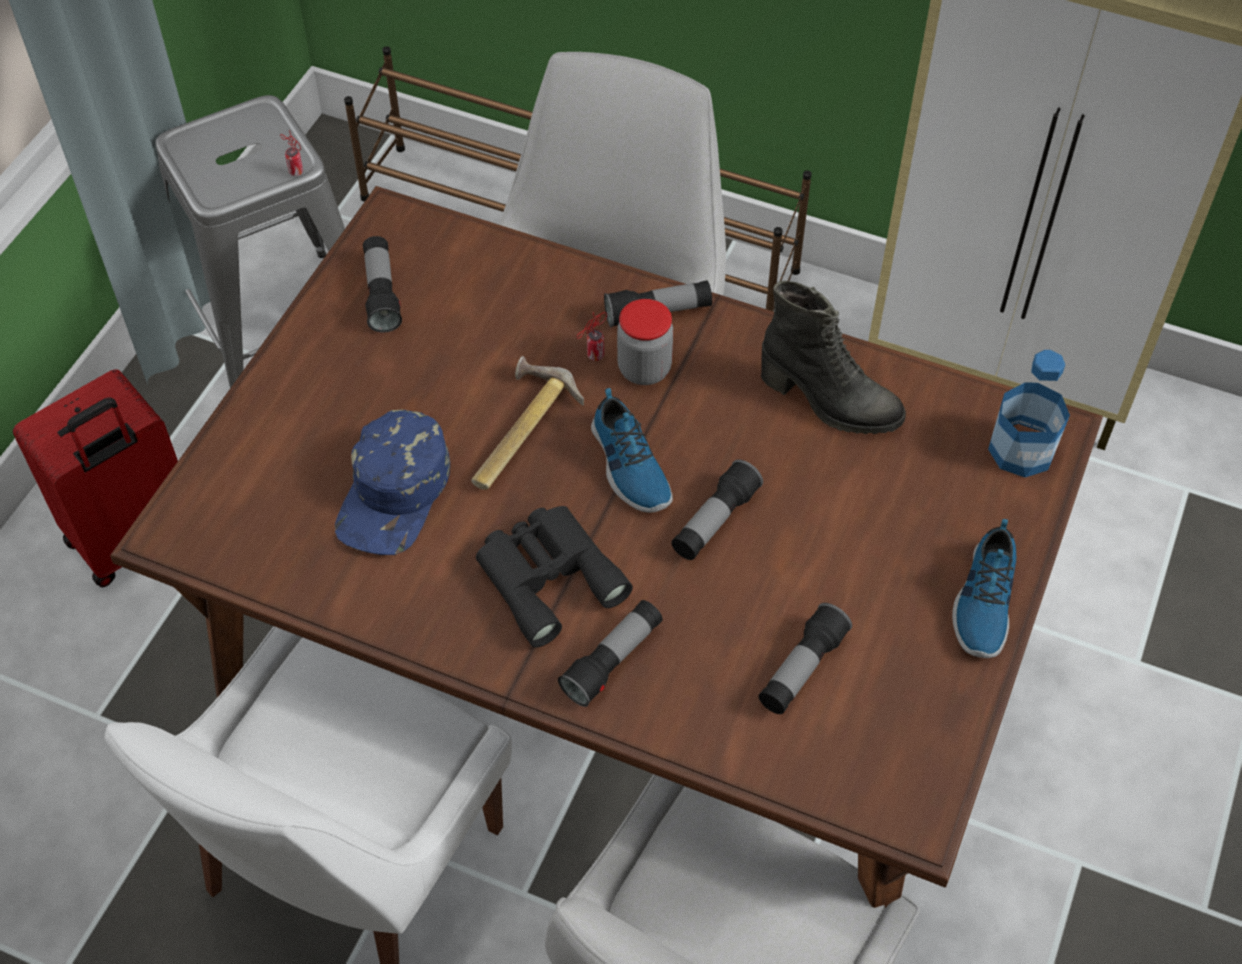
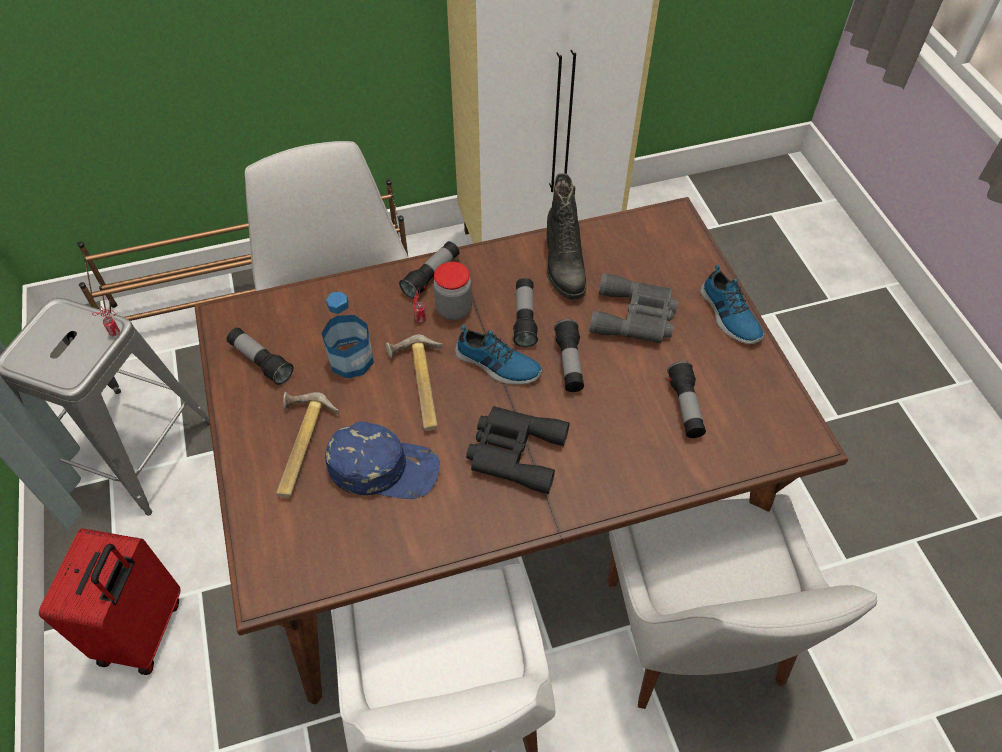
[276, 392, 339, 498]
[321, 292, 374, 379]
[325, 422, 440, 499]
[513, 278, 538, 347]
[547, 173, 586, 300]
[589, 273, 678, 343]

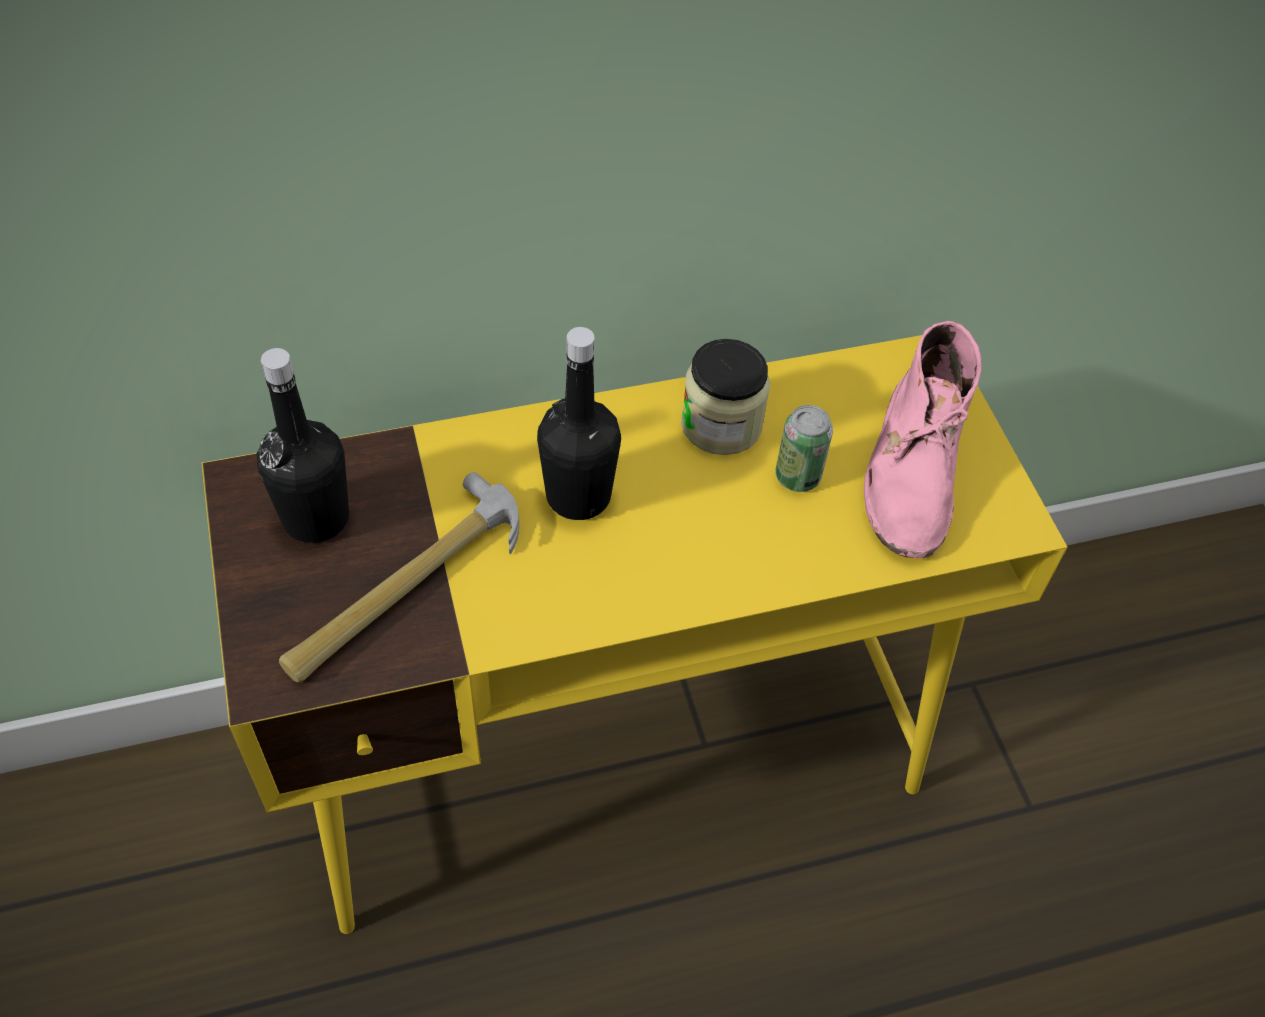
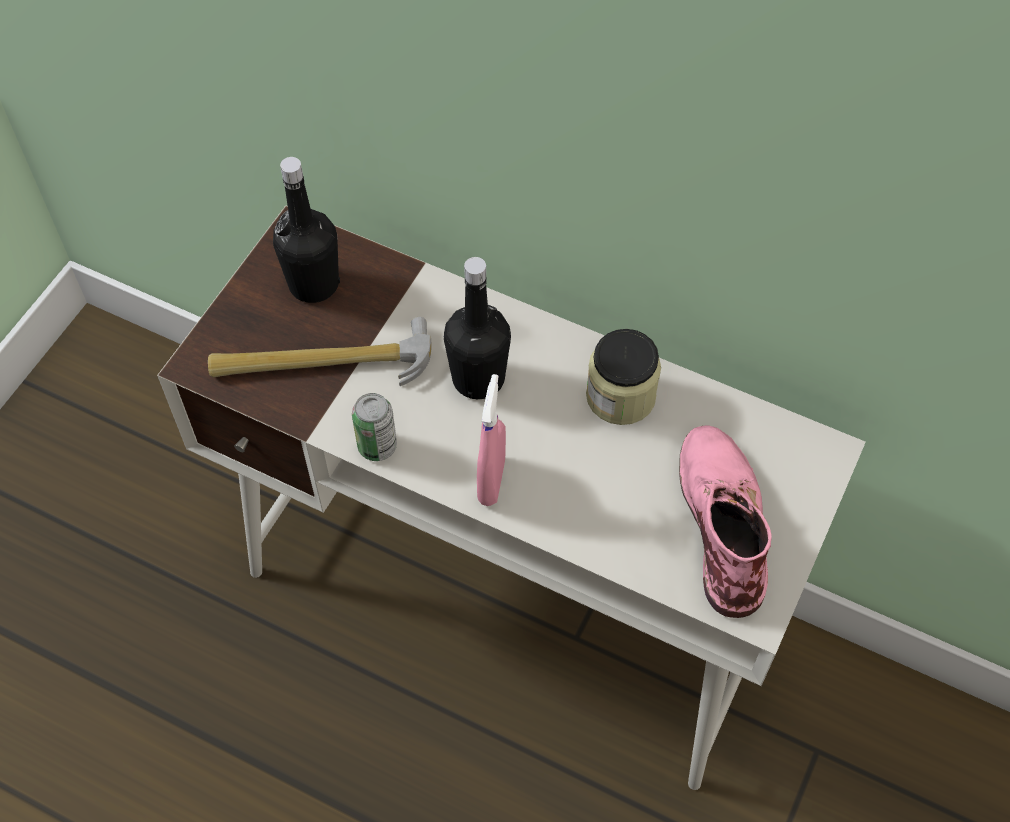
[157, 206, 866, 790]
[352, 393, 397, 461]
[477, 374, 506, 506]
[679, 425, 772, 618]

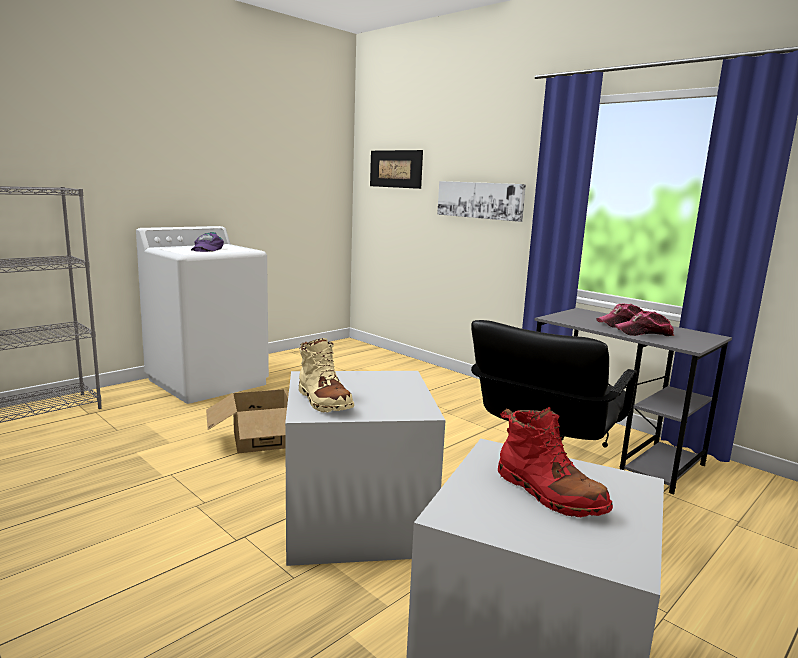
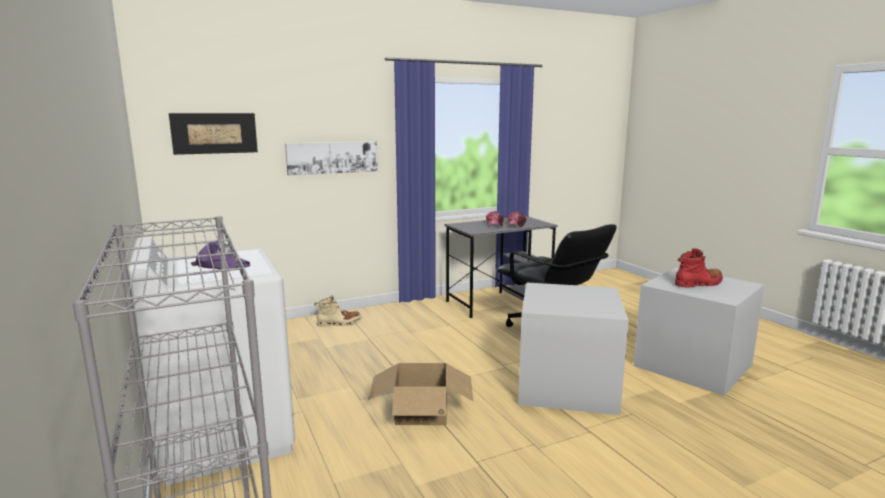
[314, 295, 362, 327]

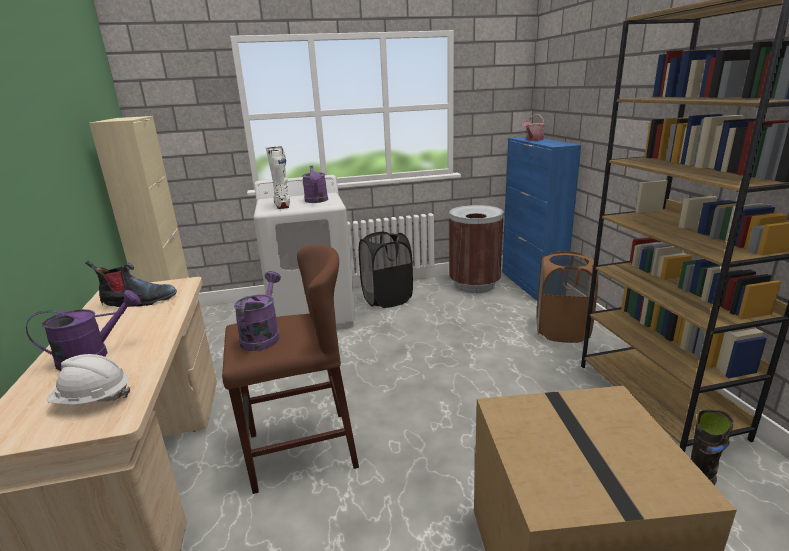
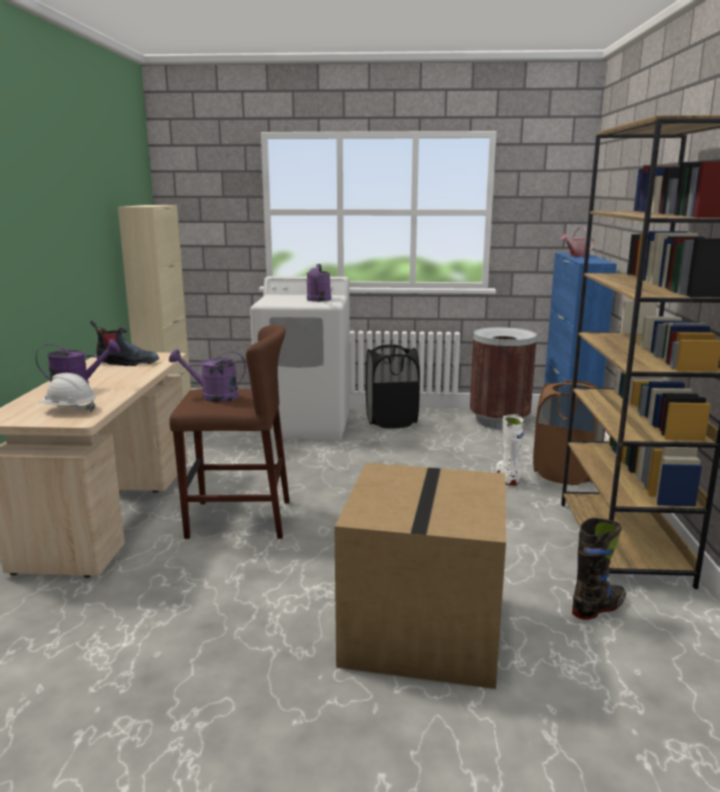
[169, 349, 246, 402]
[496, 414, 524, 486]

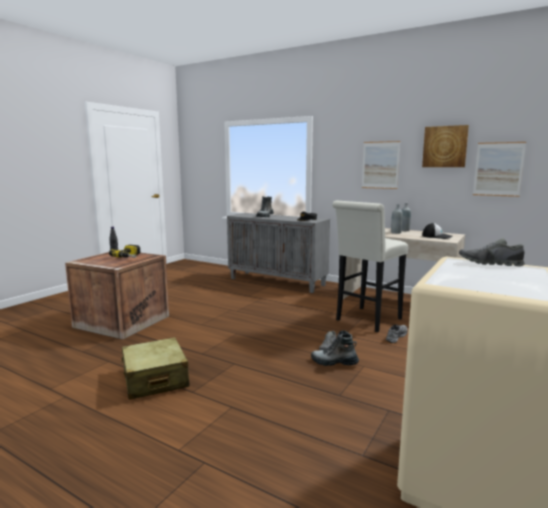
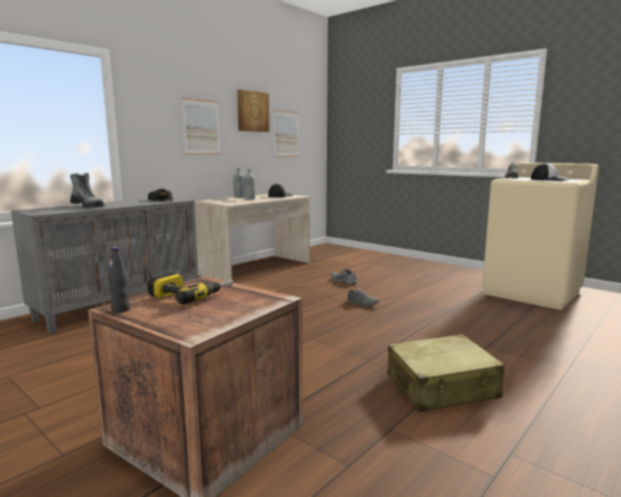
[531, 163, 571, 181]
[311, 330, 359, 366] (first image)
[332, 201, 408, 332] (first image)

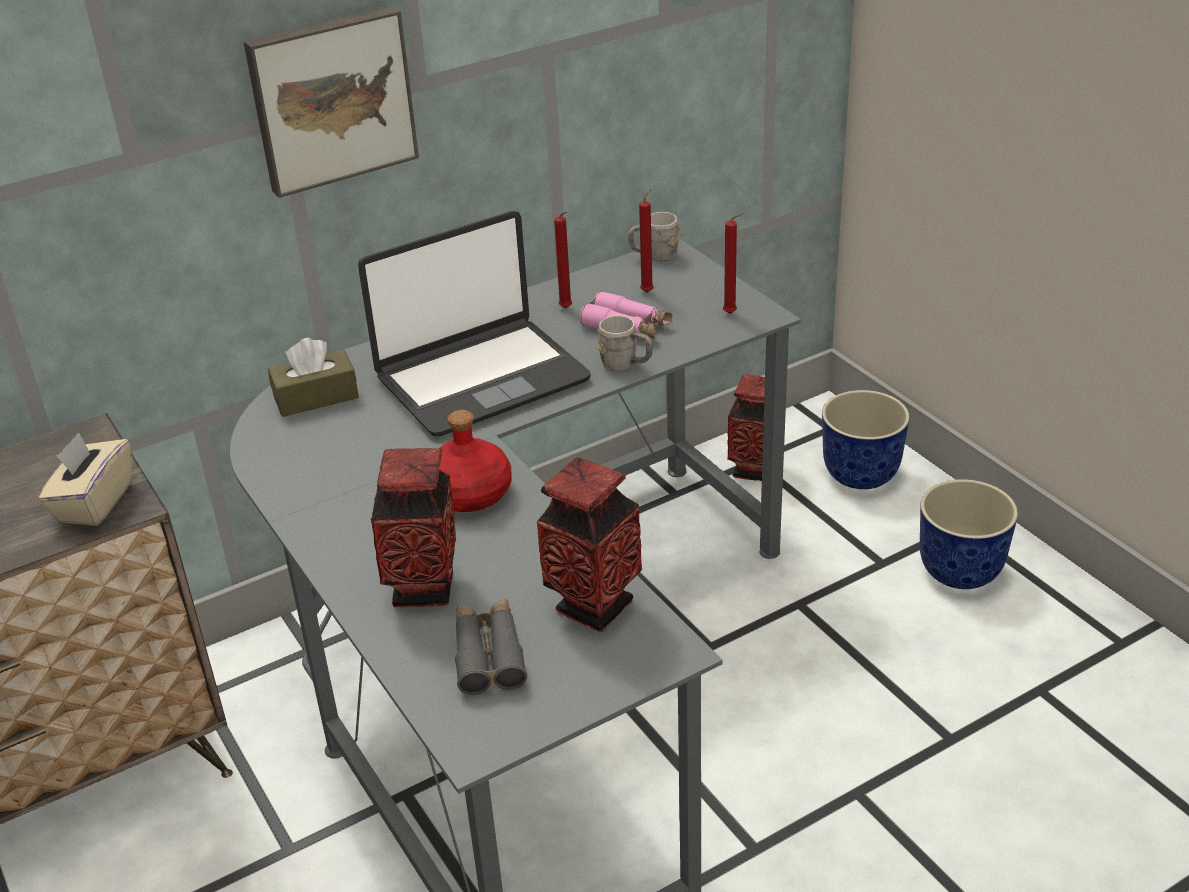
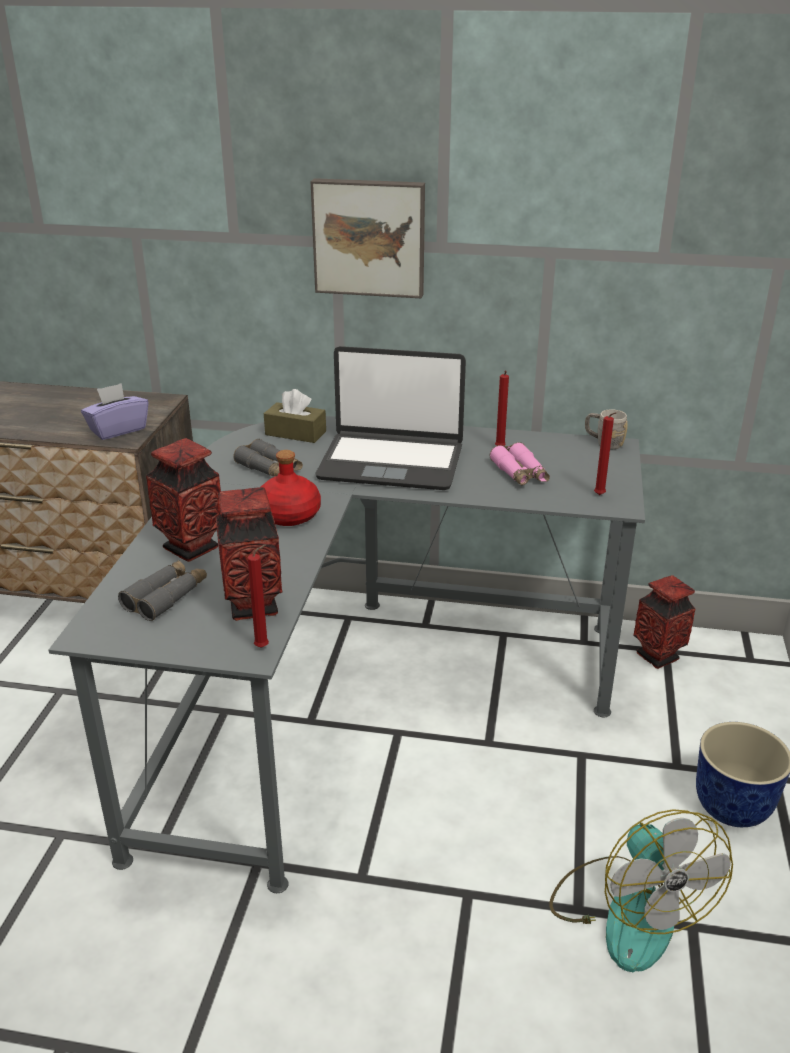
[81, 383, 149, 440]
[234, 439, 303, 477]
[247, 544, 269, 648]
[549, 809, 733, 972]
[597, 316, 653, 371] (first image)
[822, 390, 910, 489] (first image)

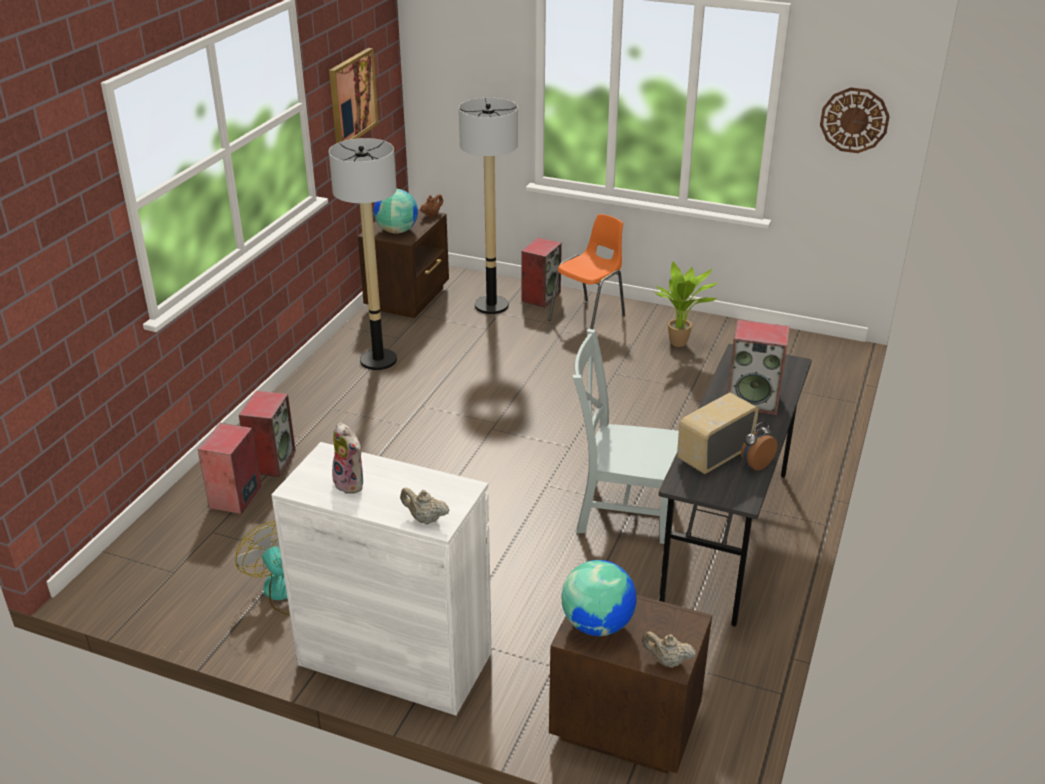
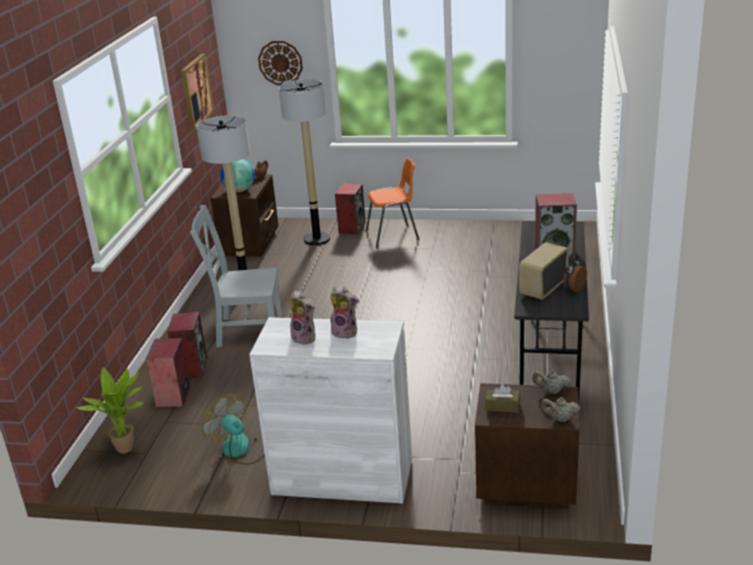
[76, 367, 145, 454]
[190, 205, 282, 348]
[258, 41, 303, 85]
[330, 285, 359, 339]
[365, 158, 419, 248]
[485, 384, 520, 413]
[532, 370, 571, 394]

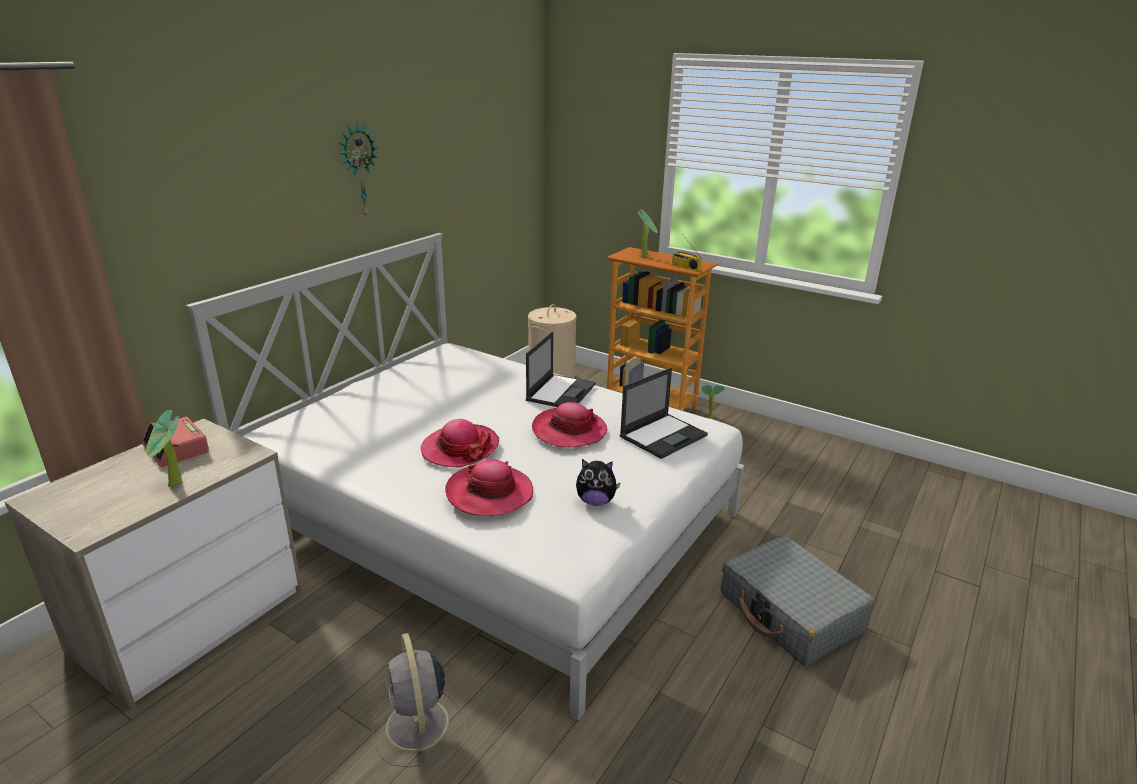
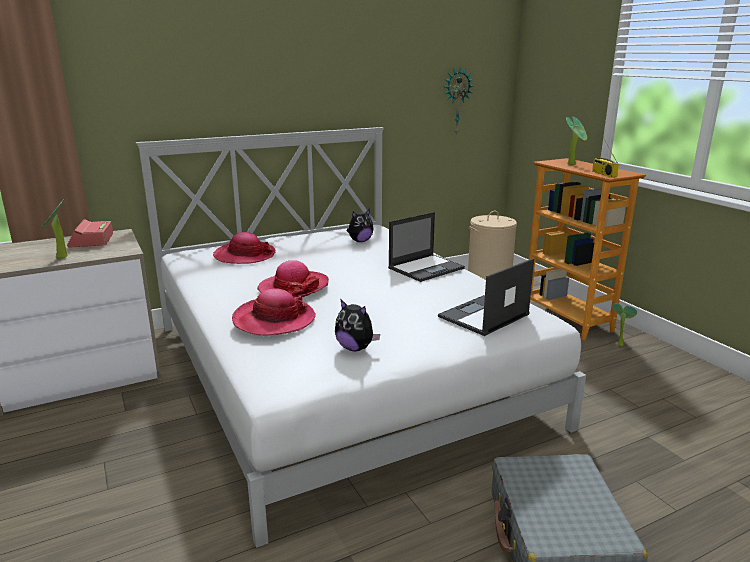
[213, 232, 275, 264]
[347, 209, 374, 242]
[438, 258, 534, 336]
[444, 68, 473, 135]
[372, 633, 466, 767] (first image)

